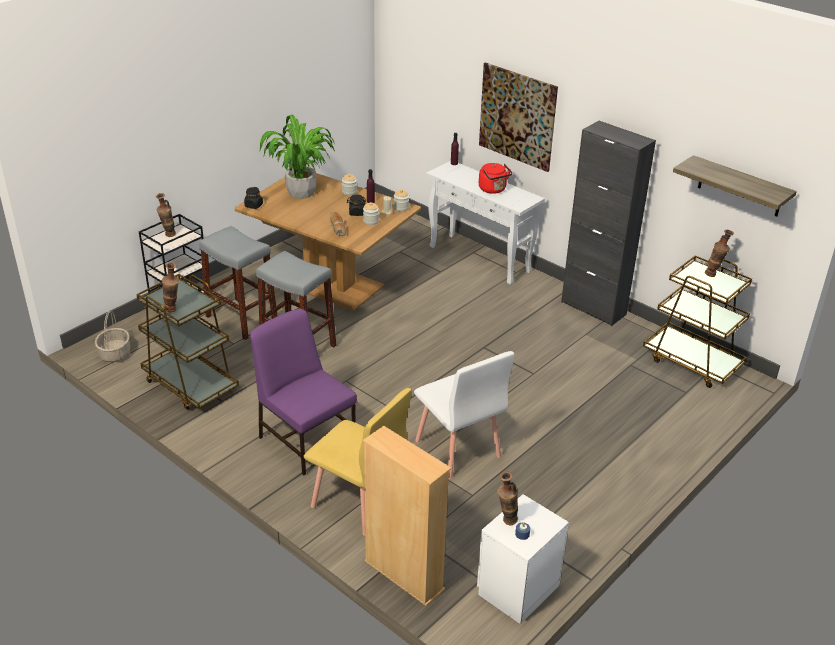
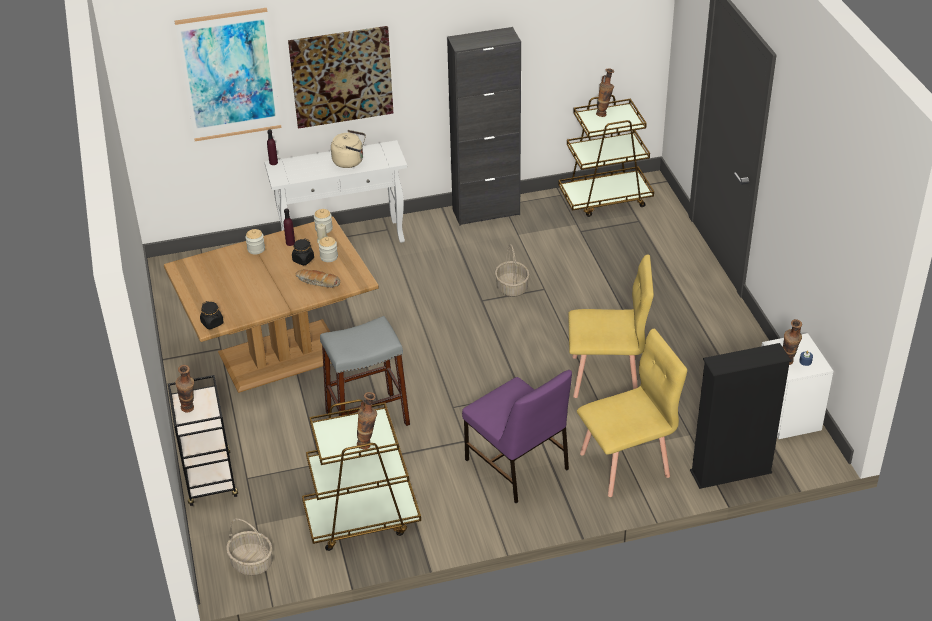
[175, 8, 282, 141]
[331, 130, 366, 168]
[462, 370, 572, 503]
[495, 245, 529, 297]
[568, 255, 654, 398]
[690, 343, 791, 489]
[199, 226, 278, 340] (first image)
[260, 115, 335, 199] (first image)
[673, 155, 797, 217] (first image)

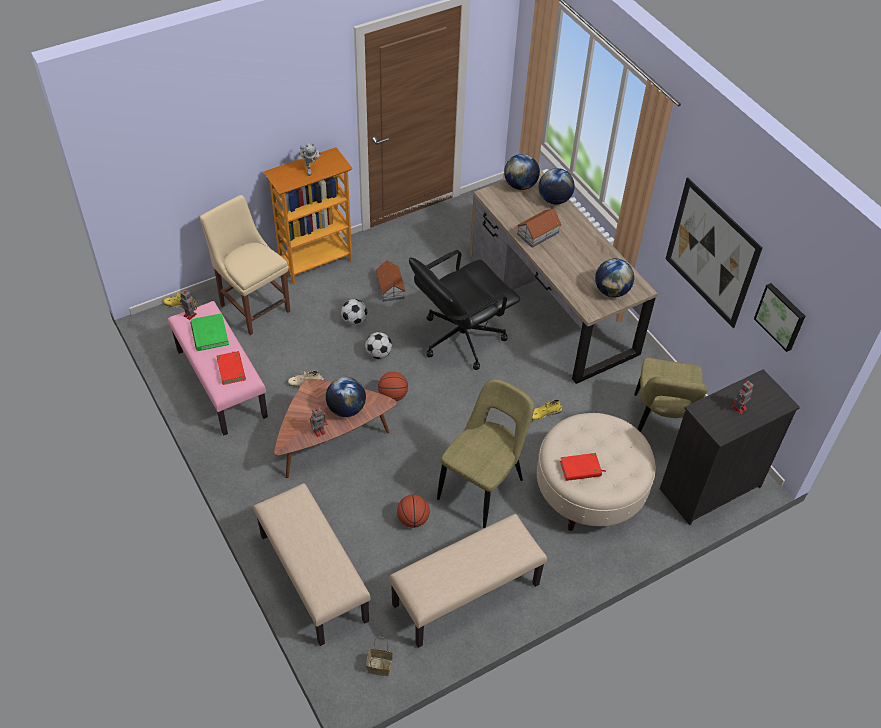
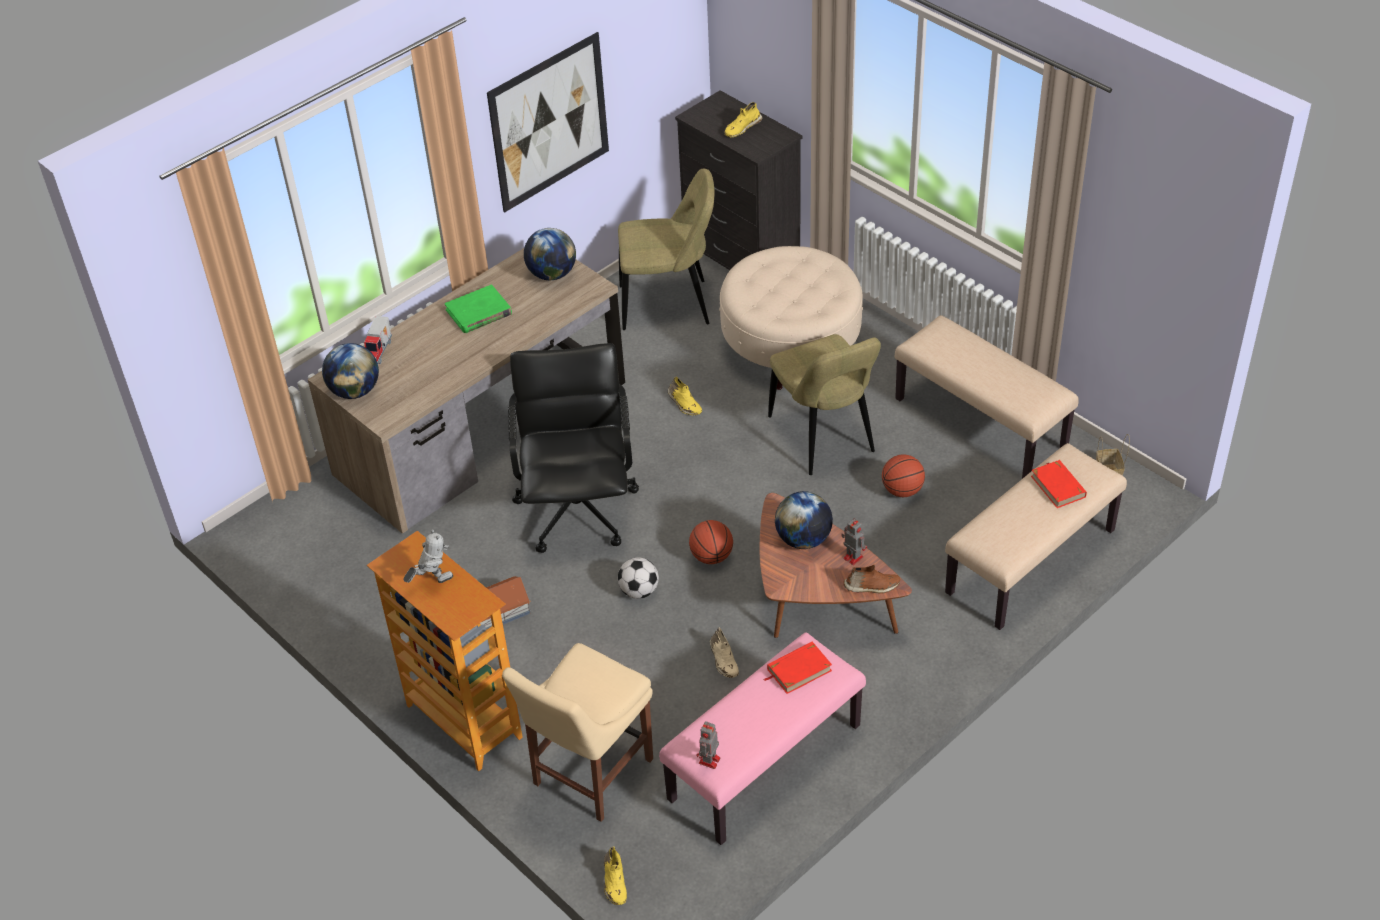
[364, 316, 392, 364]
[445, 284, 512, 333]
[508, 343, 639, 553]
[725, 102, 763, 138]
[768, 334, 881, 475]
[843, 565, 900, 593]
[1031, 460, 1087, 508]
[341, 299, 367, 325] (first image)
[517, 208, 561, 248] (first image)
[754, 283, 805, 352] (first image)

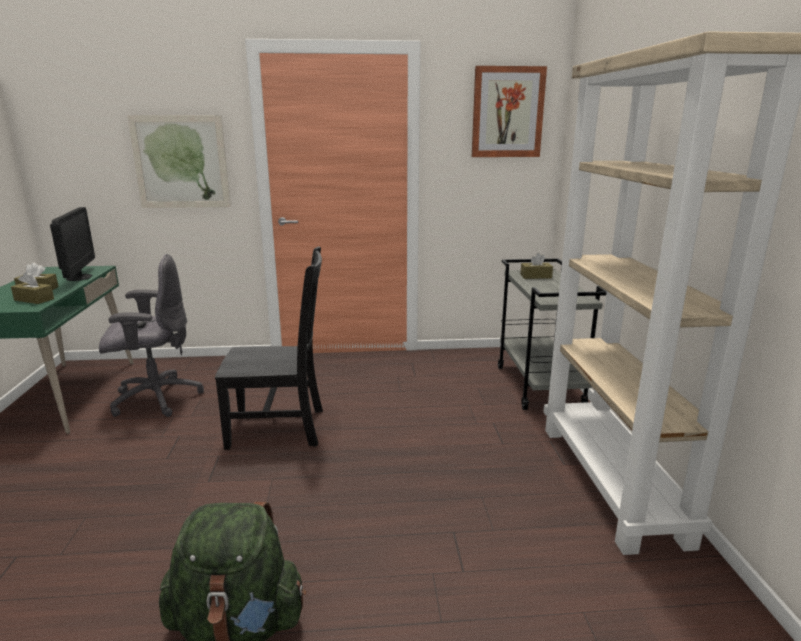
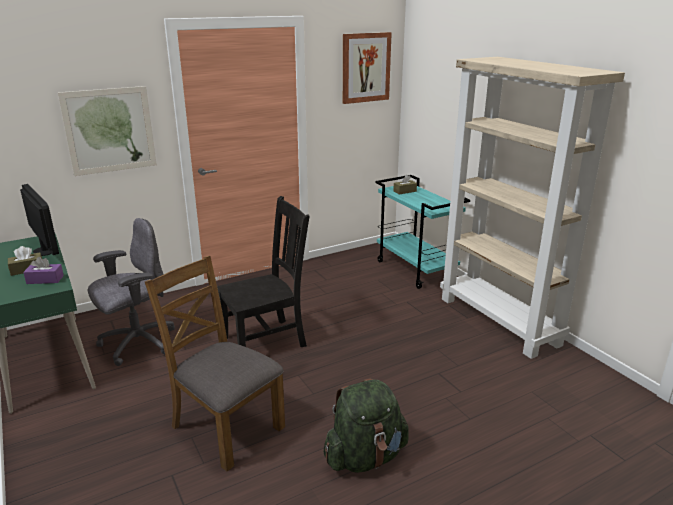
[23, 257, 64, 284]
[145, 256, 285, 471]
[375, 175, 470, 289]

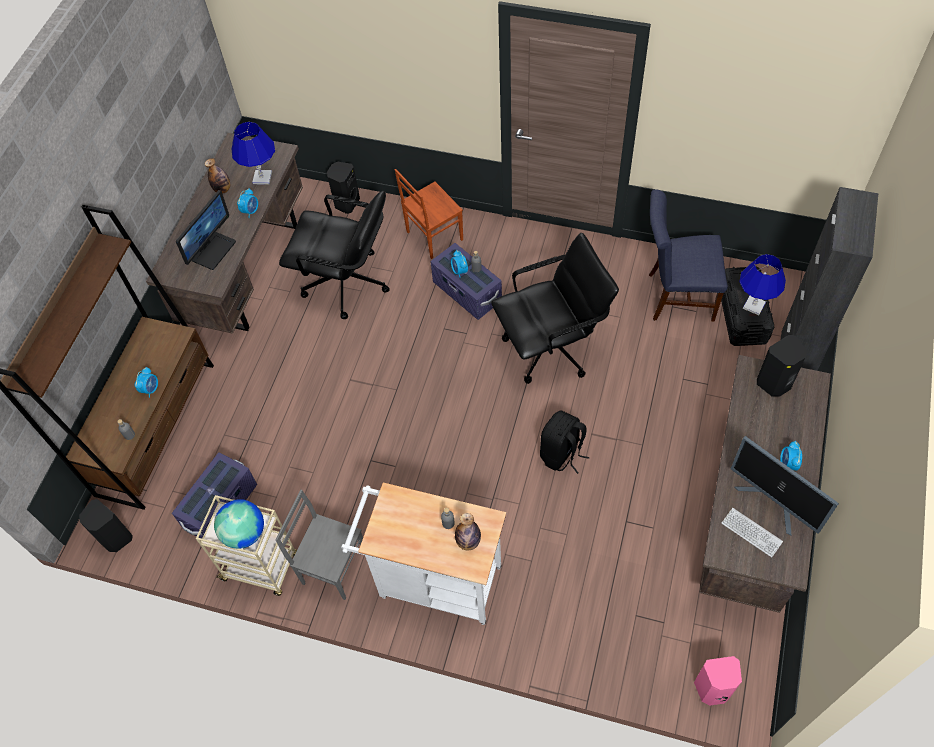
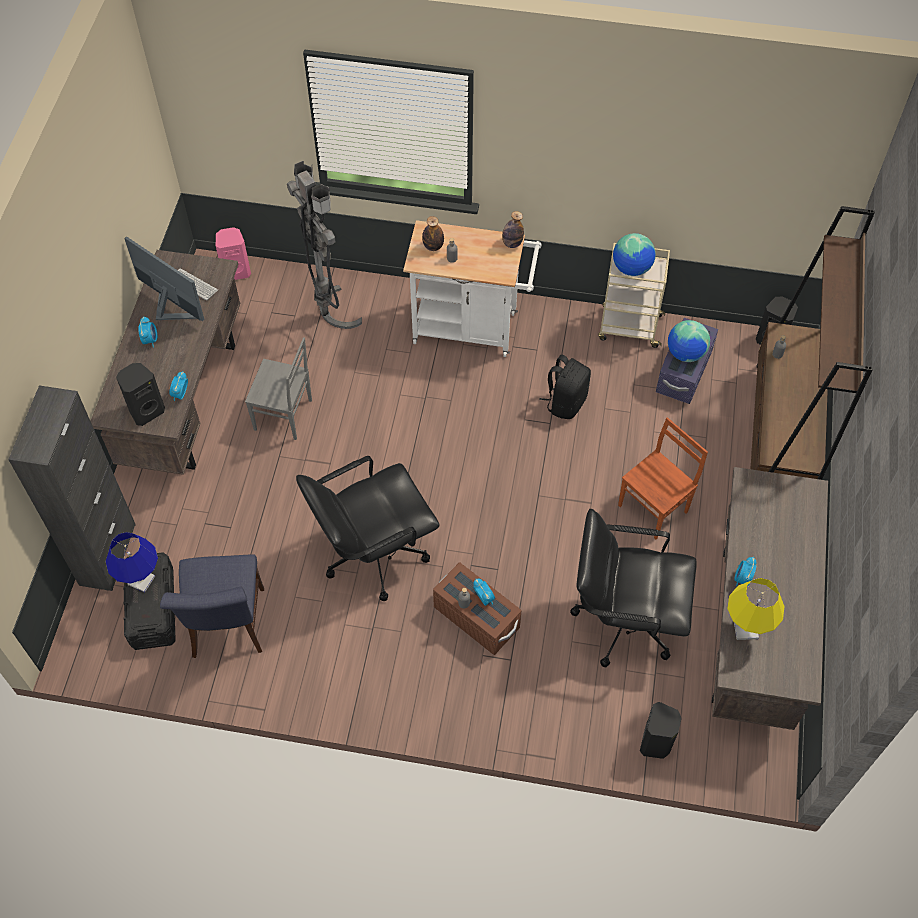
[160, 554, 264, 658]
[169, 371, 188, 401]
[245, 337, 312, 440]
[287, 161, 362, 329]
[433, 562, 522, 655]
[502, 211, 524, 248]
[539, 354, 591, 419]
[618, 418, 708, 539]
[668, 320, 710, 362]
[727, 578, 784, 640]
[176, 190, 236, 270] (first image)

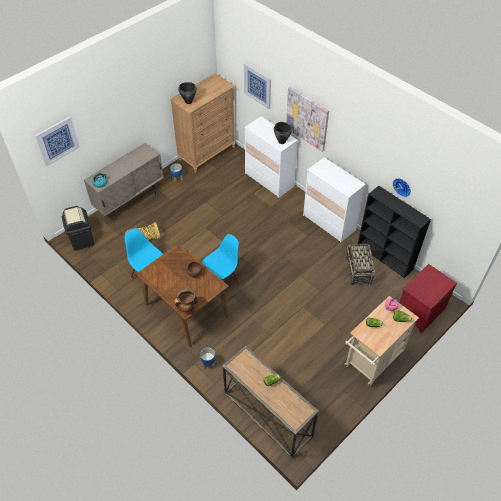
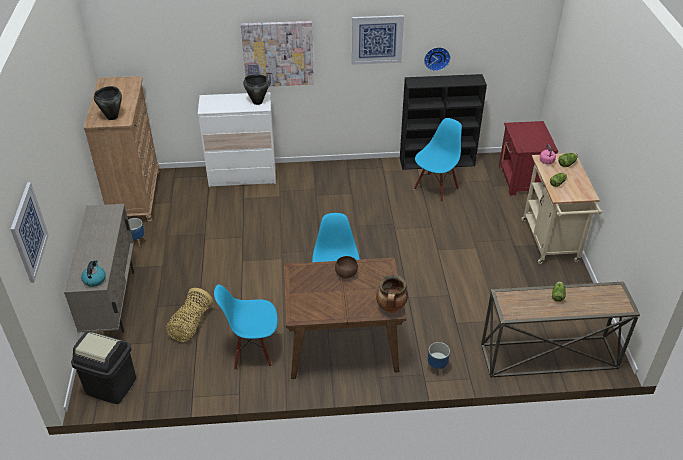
[352, 15, 404, 65]
[414, 118, 462, 202]
[303, 157, 366, 243] (first image)

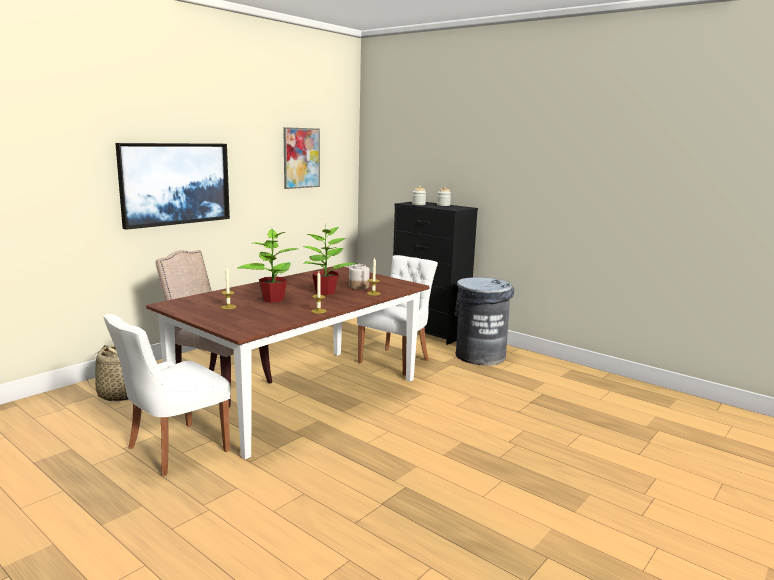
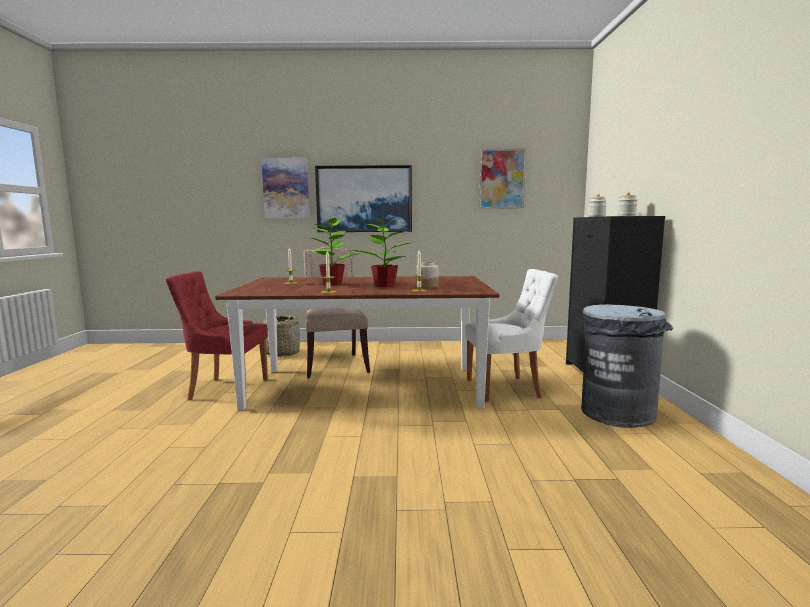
[166, 271, 268, 401]
[261, 158, 309, 218]

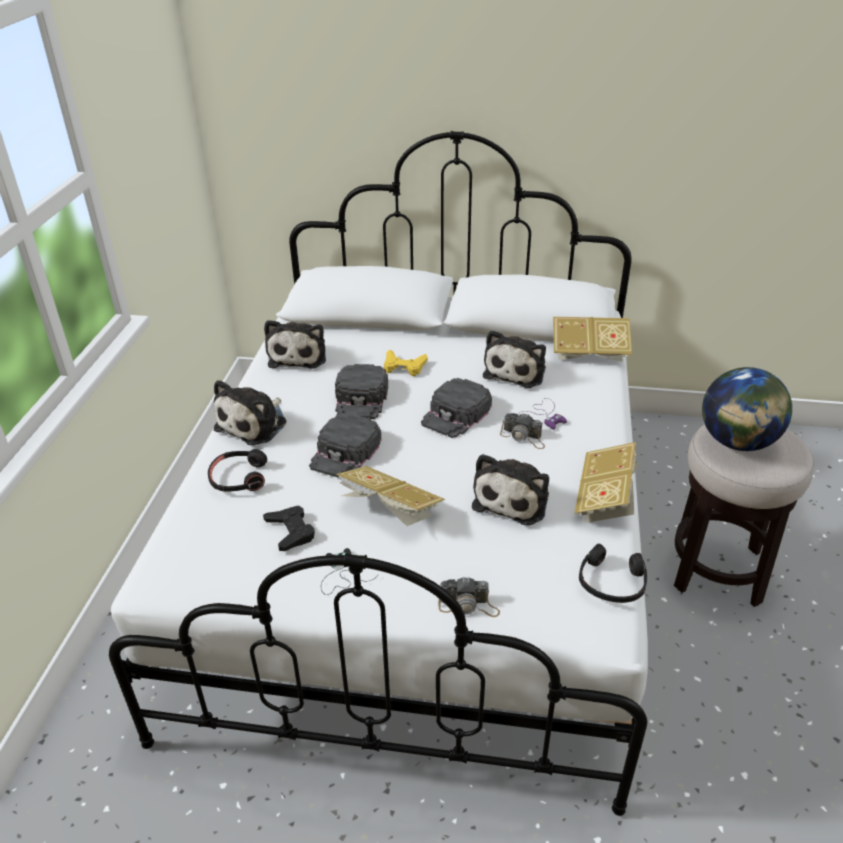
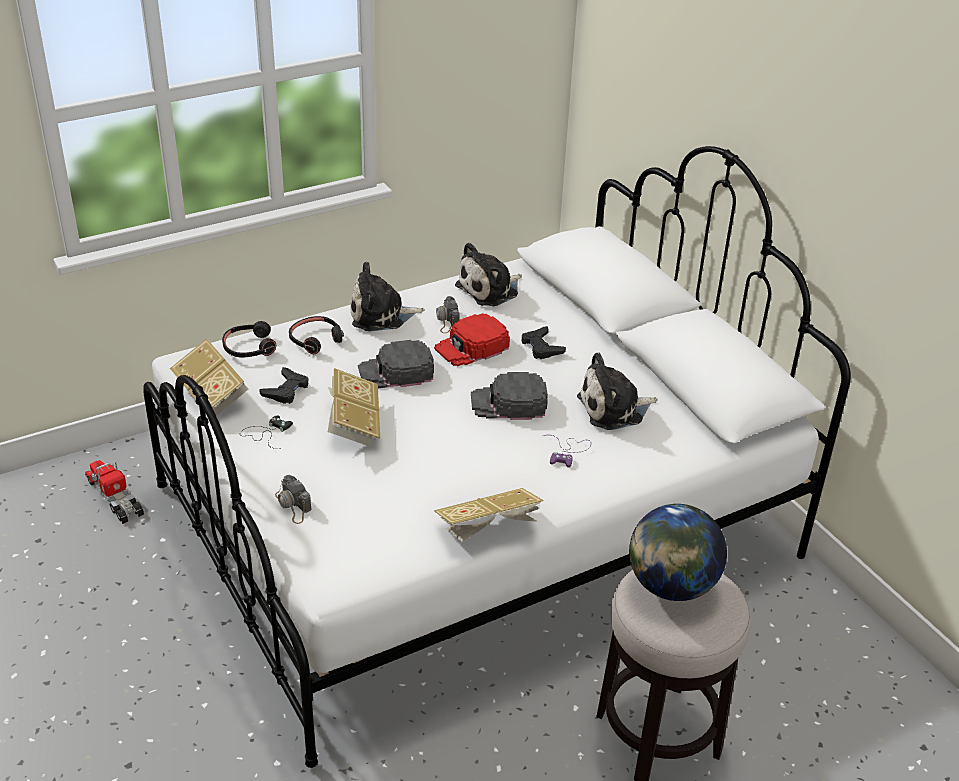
[85, 460, 144, 524]
[170, 338, 248, 416]
[222, 321, 276, 358]
[434, 313, 510, 367]
[436, 296, 460, 333]
[522, 326, 566, 359]
[472, 454, 549, 525] (first image)

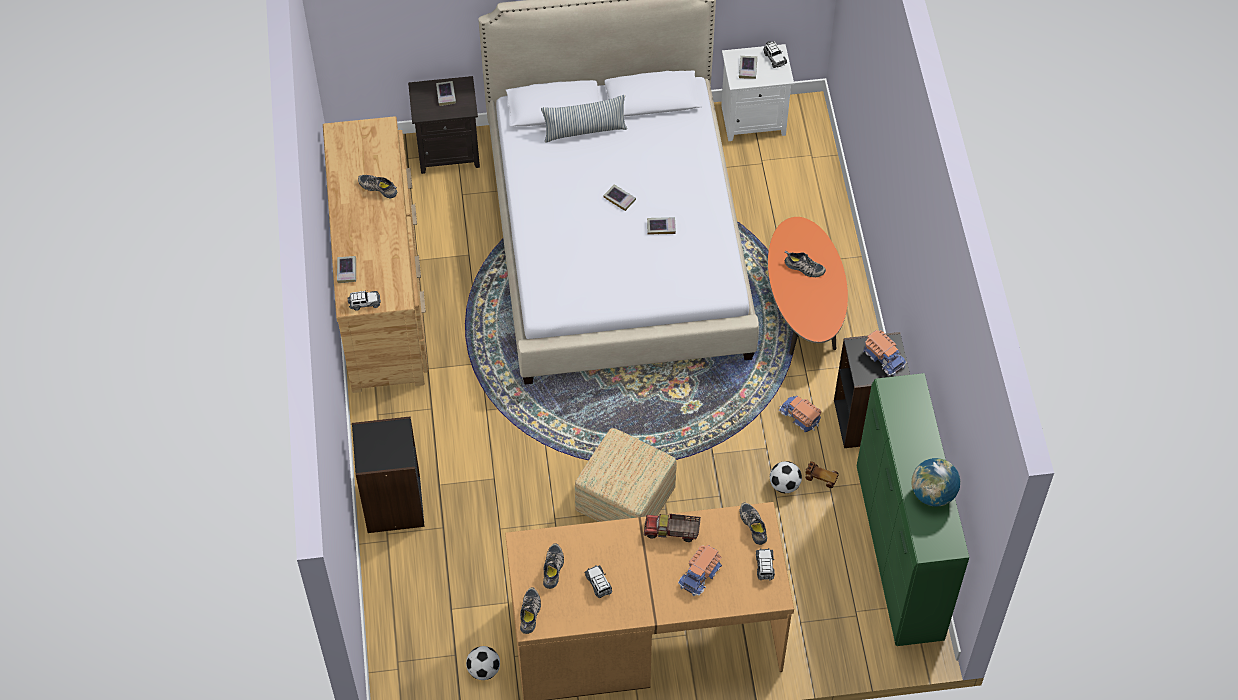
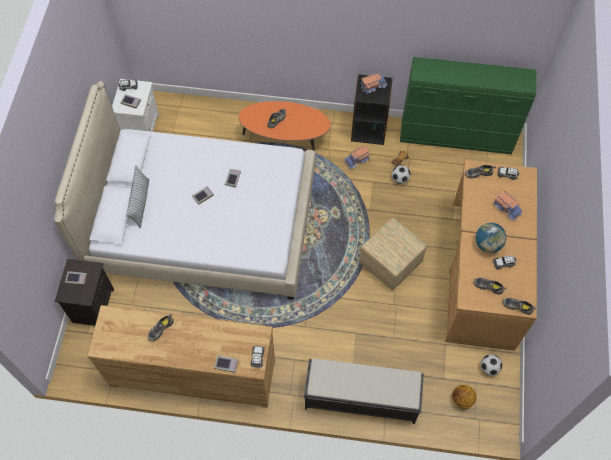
[304, 358, 424, 424]
[452, 385, 477, 409]
[475, 223, 506, 253]
[644, 514, 701, 542] (first image)

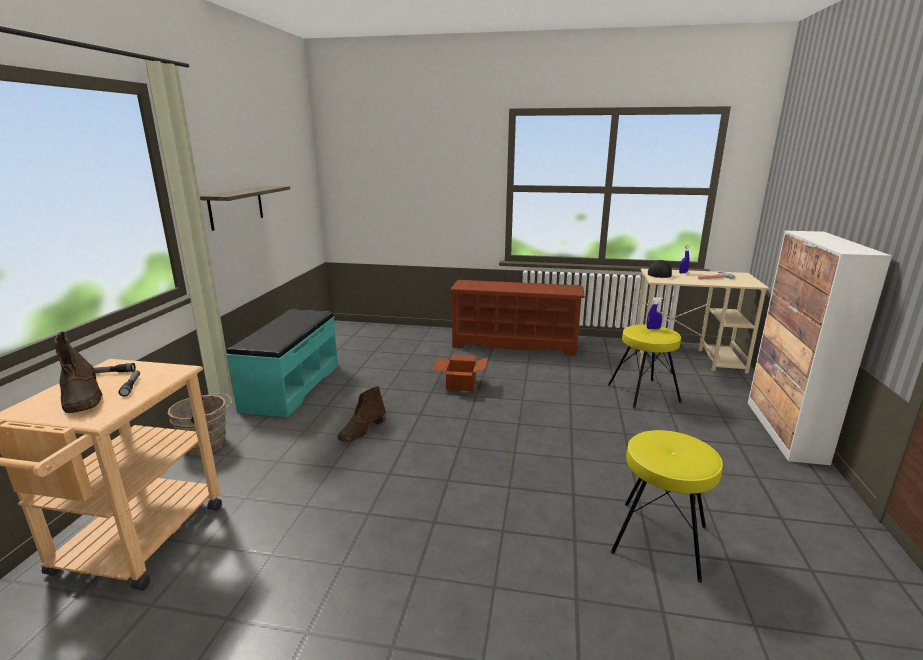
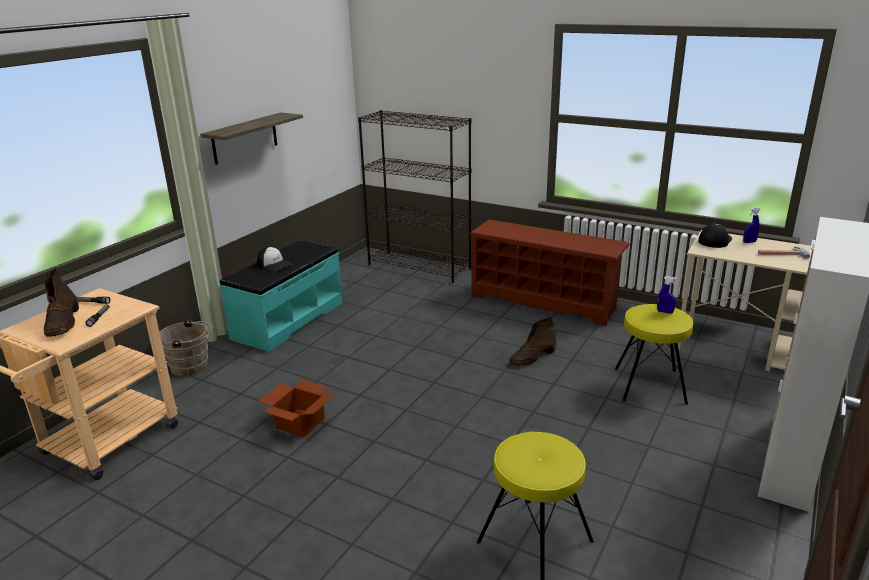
[257, 246, 292, 272]
[258, 380, 335, 437]
[358, 110, 471, 283]
[509, 317, 556, 366]

